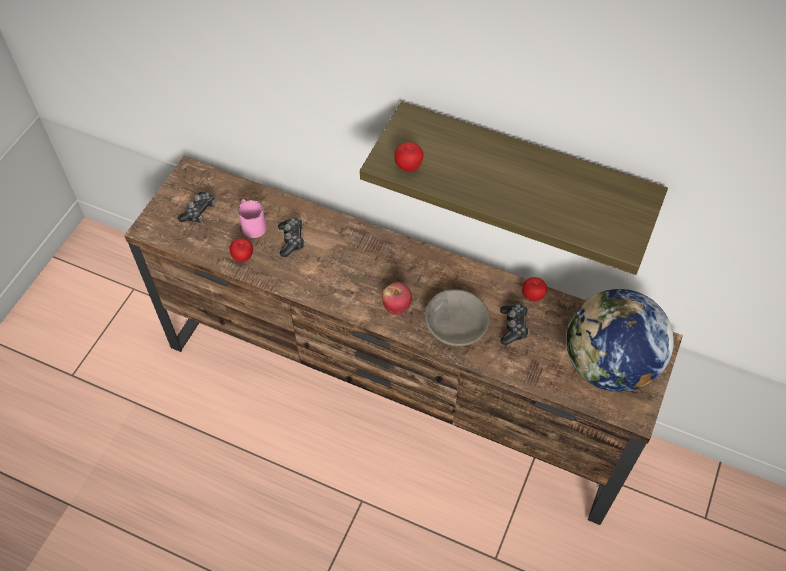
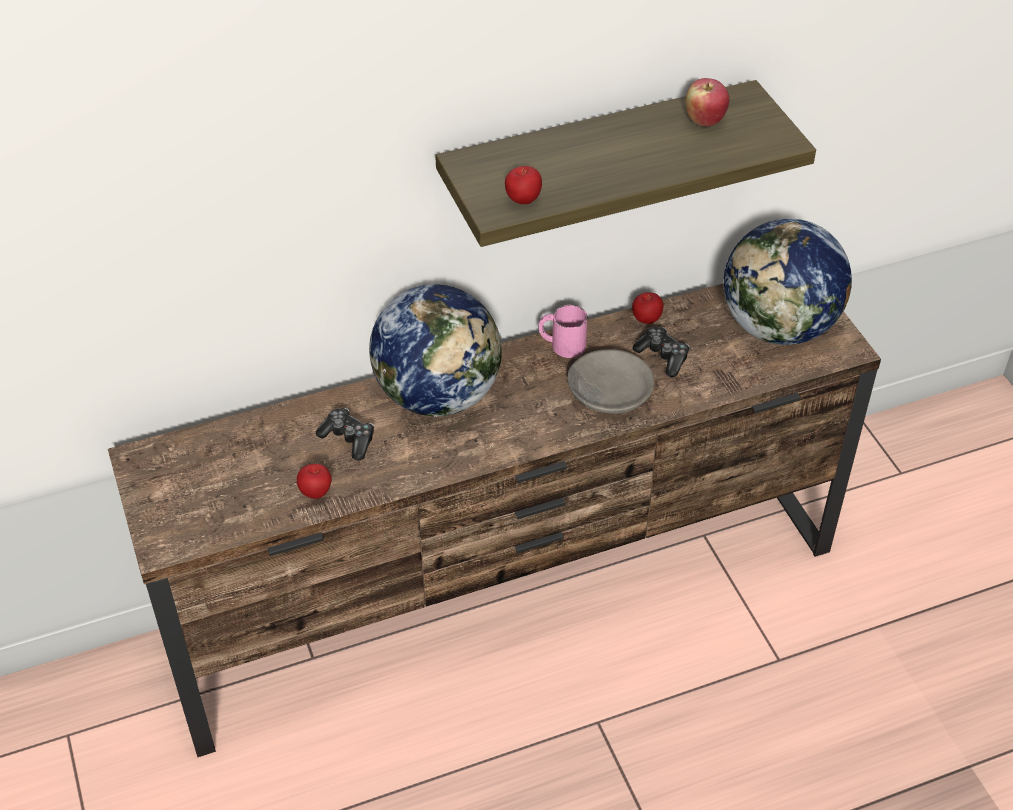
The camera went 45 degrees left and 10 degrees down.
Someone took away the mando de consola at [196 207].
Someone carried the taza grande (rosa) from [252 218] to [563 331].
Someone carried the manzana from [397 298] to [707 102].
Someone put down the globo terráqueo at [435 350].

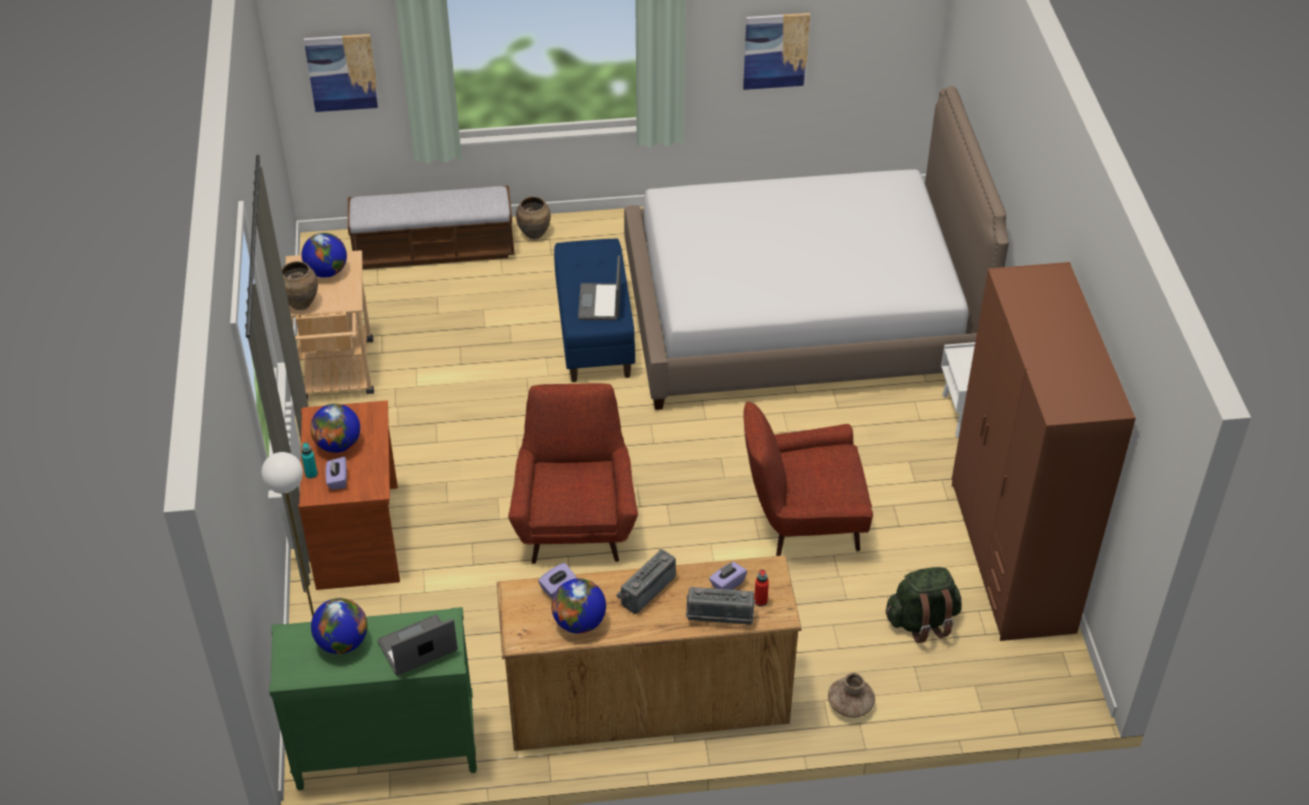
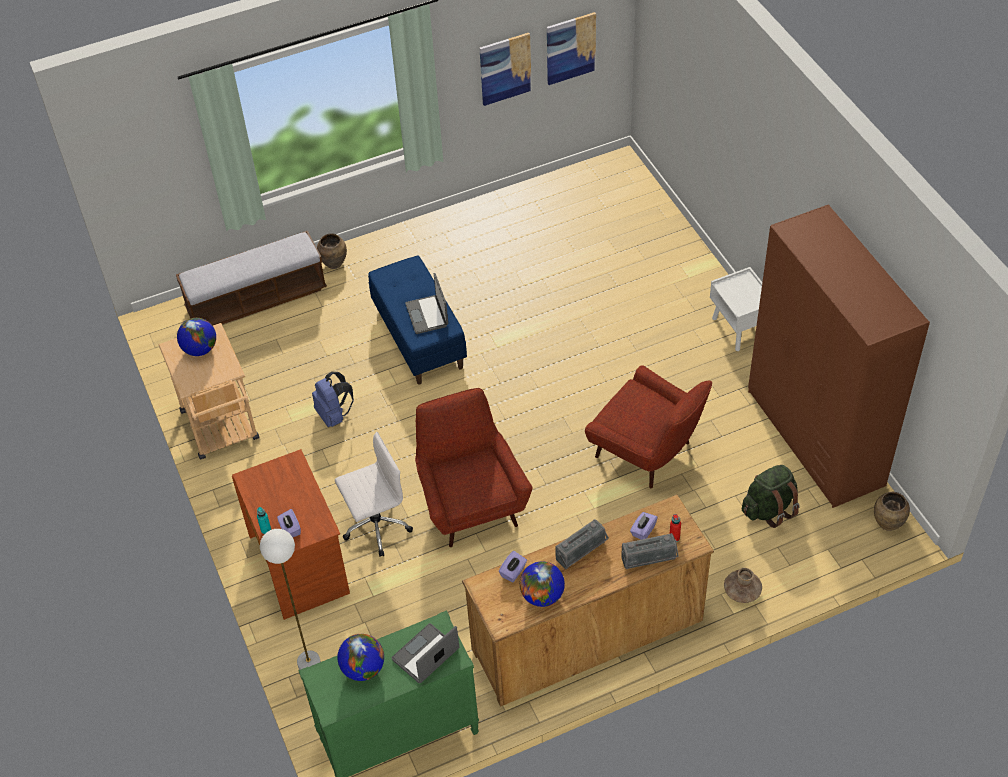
The camera went 15 degrees left and 5 degrees up.
Someone carried the cuadro from [342 73] to [571 48].
Someone took away the cama at [816 248].
Someone carried the florero (marrón) from [300 285] to [892 511].
Someone rotated the sillón (rojo) at [808 479] by 120 degrees counterclockwise.
Someone took away the globo terráqueo at [335 428].
Someone rotated the radio at [646 581] by 150 degrees counterclockwise.
Someone put down the mochila (azul) at [333 399].
Someone put down the silla de oficina (blanco) at [374 494].

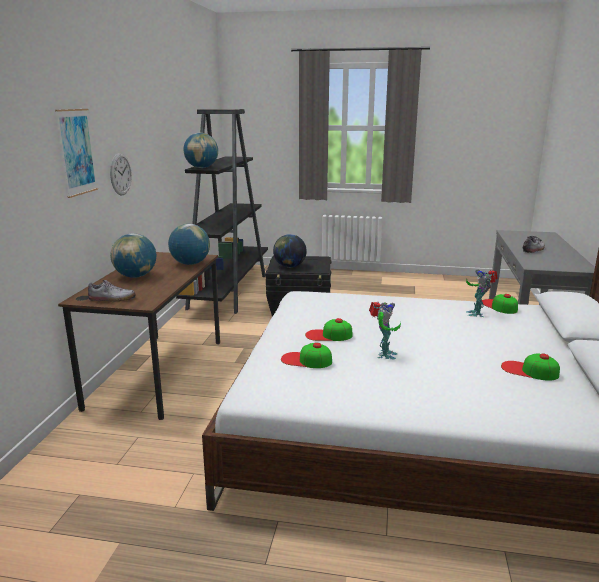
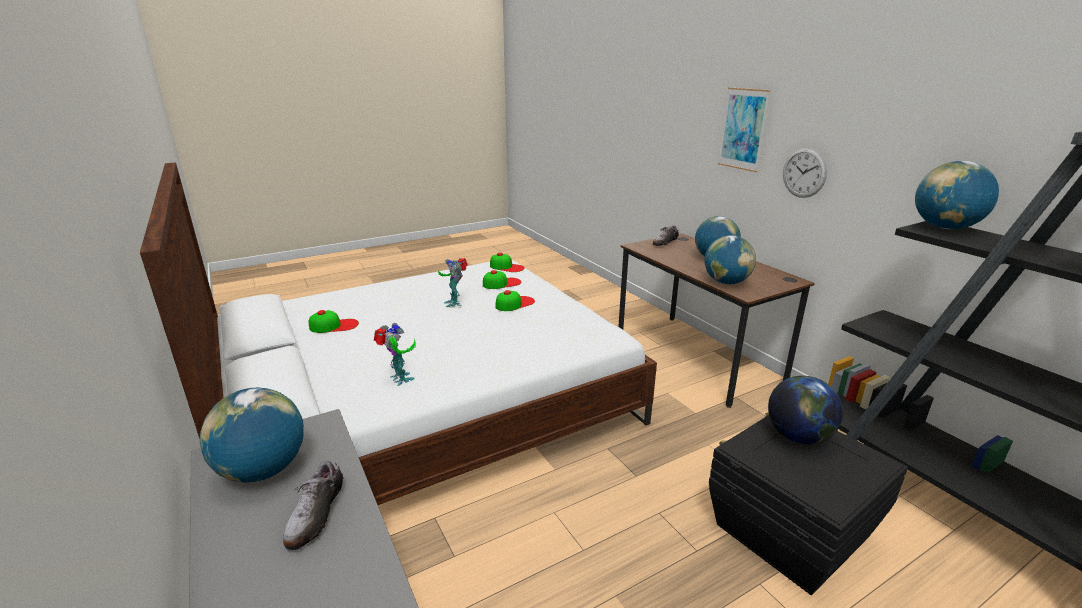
The camera went 140 degrees right and 5 degrees up.
Someone carried the gorra from [500 304] to [507 262].
Someone put down the globo terráqueo at [252 435].

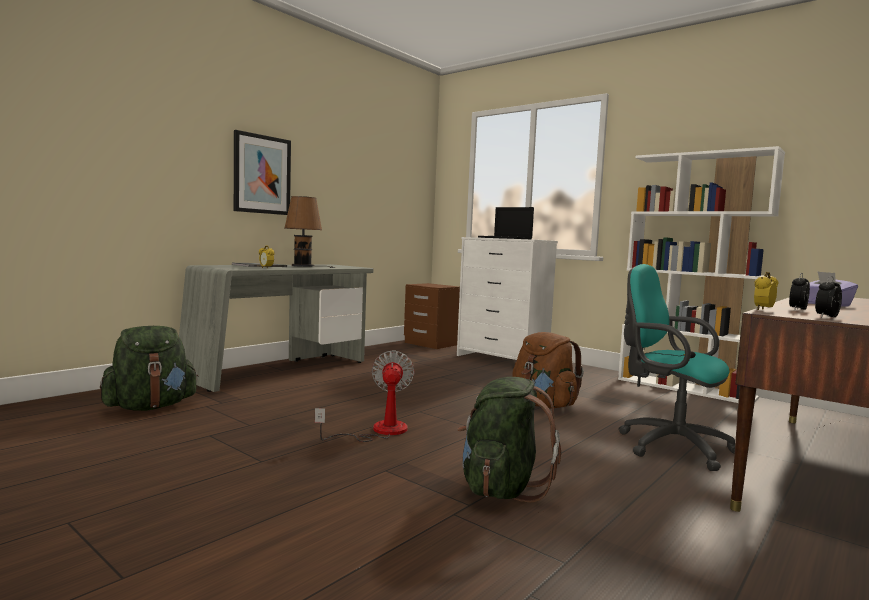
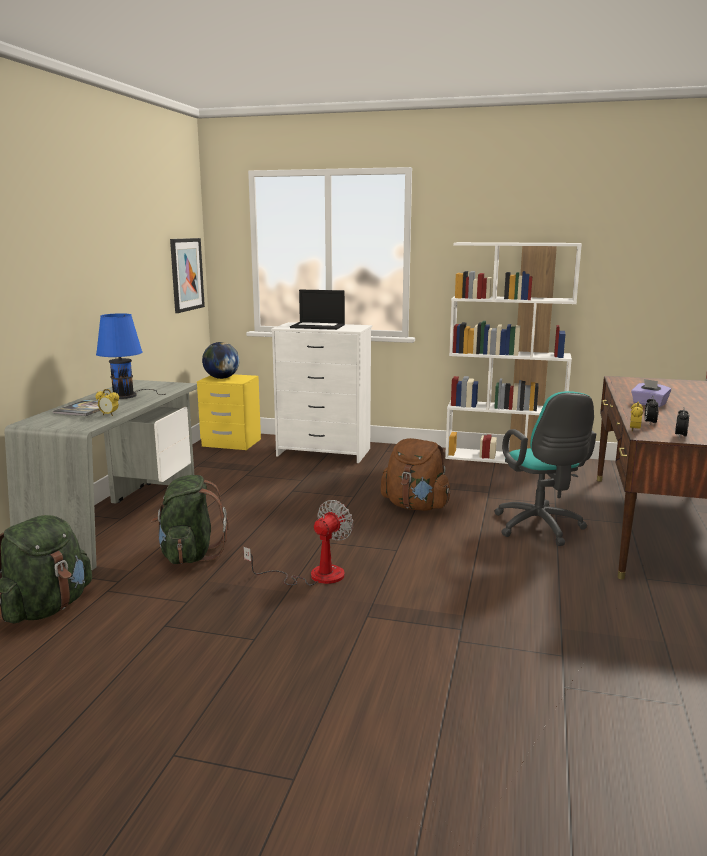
The camera went 25 degrees left and 10 degrees up.
Someone carried the cuadro from [262 172] to [187 275].
Someone repainted the lámpara de mesa (marrón) at [309 232], which became the lámpara de mesa (azul) at [130 356].
Someone rotated the silla de oficina (turquesa) at [677 367] by 120 degrees counterclockwise.
Someone repainted the mesita de noche (marrón) at [432 316], which became the mesita de noche (amarillo) at [229 412].
Someone rotated the ventilador at [364 396] by 60 degrees clockwise.
Someone carried the mochila (verde) from [509 440] to [190 519].
Someone put down the globo terráqueo at [221 360].

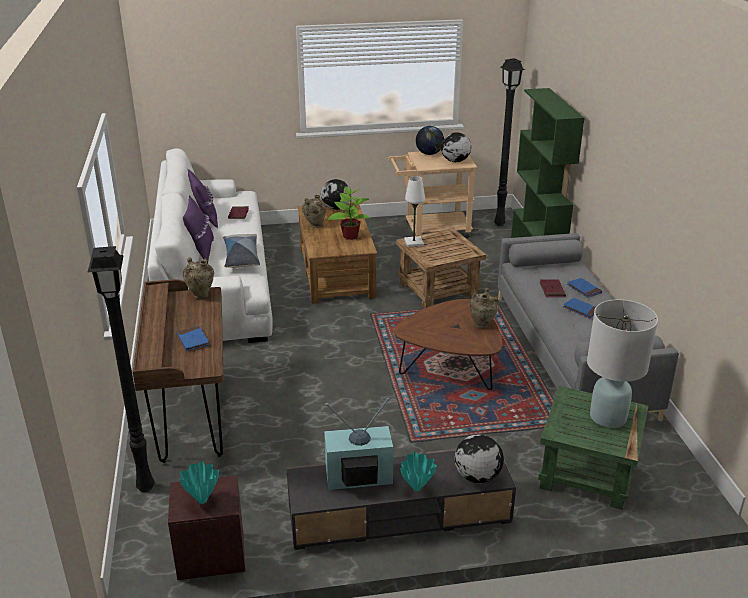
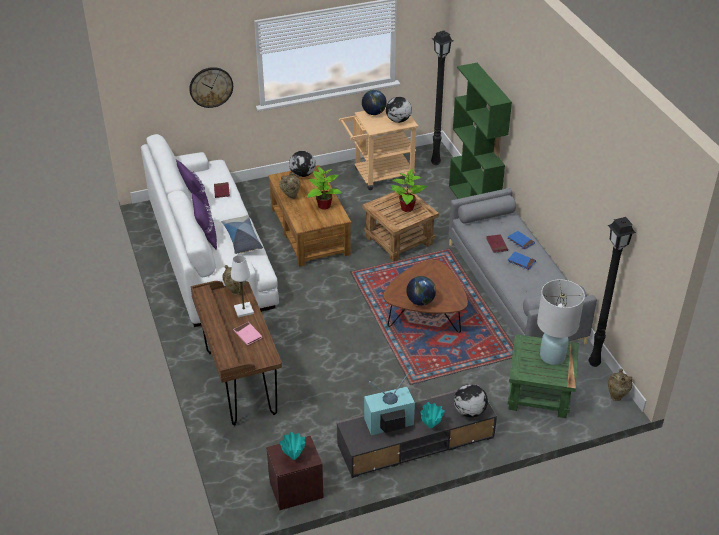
The camera went 10 degrees left and 10 degrees up.
Someone carried the lámpara de mesa (blanco) from [414 211] to [242 286].
Someone carried the lámpara de pie (negro) from [121 369] to [612 292].
Someone carried the florero (beis) from [484 308] to [620 384].
Someone repainted the libro (azul) at [193 338], which became the libro (rosa) at [247 333].
Someone put up the reloj de pared at [211 87].
Someone put down the planta en maceta at [409 190].
Someone put down the globo terráqueo at [421 291].

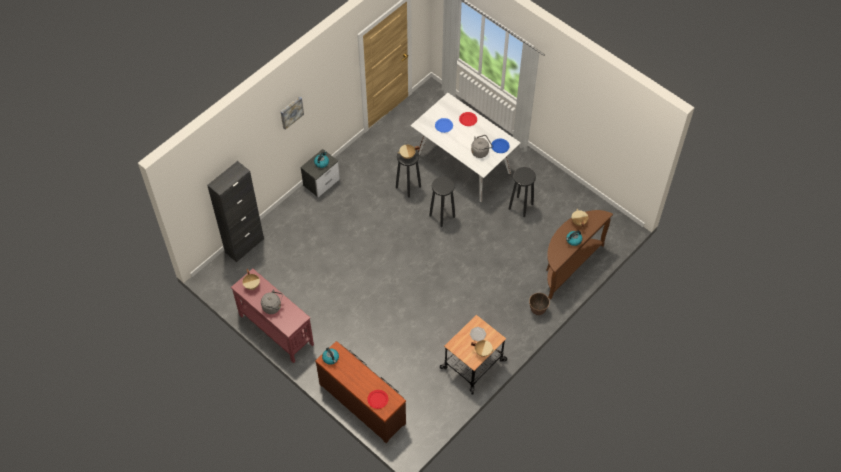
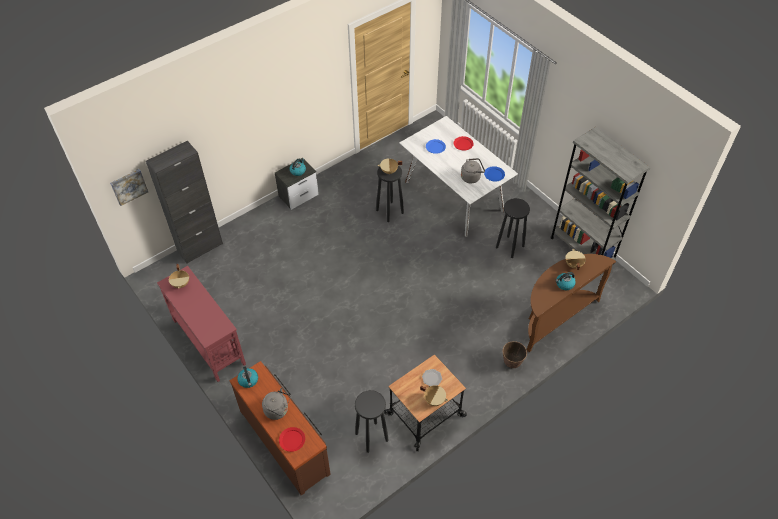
The camera went 10 degrees right and 5 degrees down.
Someone carried the cuadro from [292 113] to [129 187].
Someone carried the taburete (negro) from [442 201] to [372 421].
Someone carried the hervidor (gris) from [272 301] to [276 404].
Someone put down the estantería (gris) at [600 193].

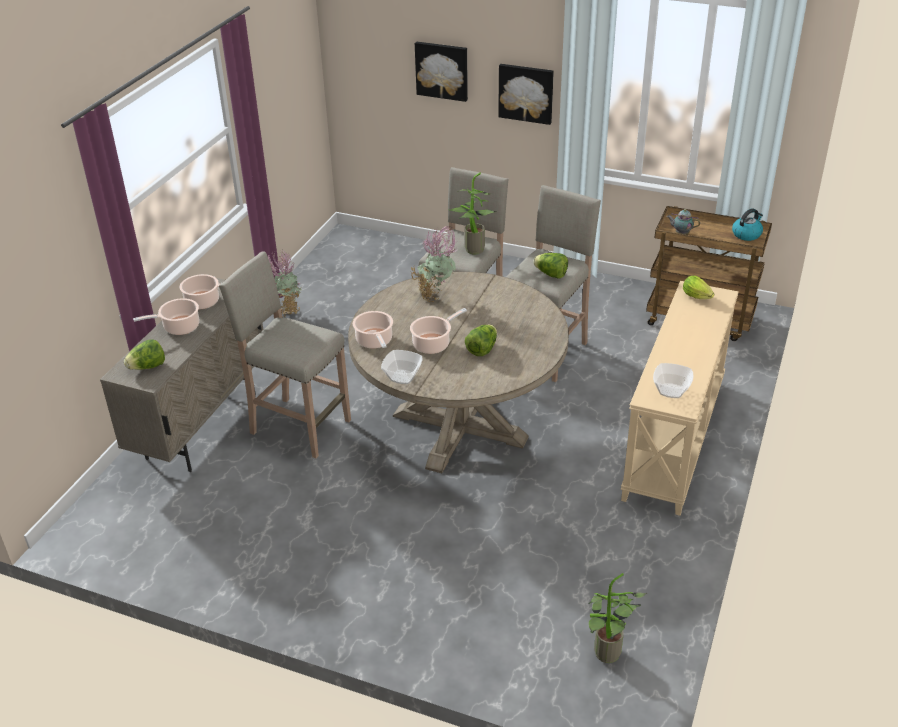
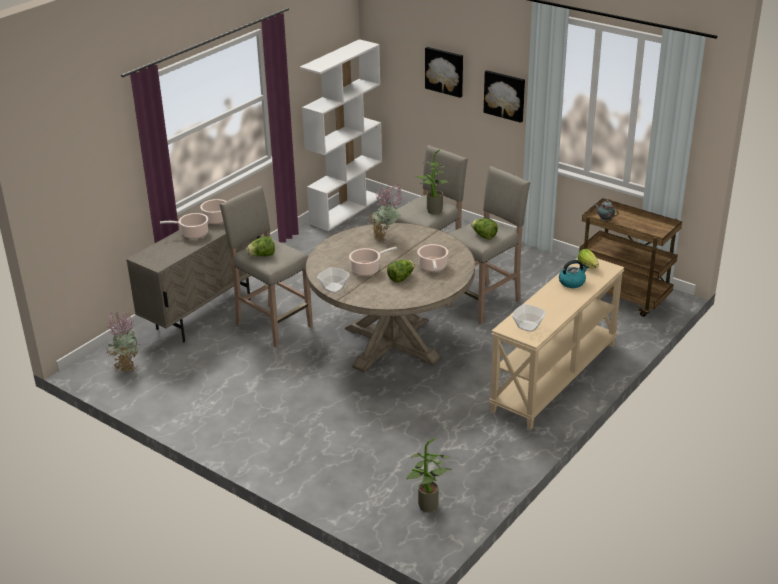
The camera went 15 degrees right and 5 degrees down.
Someone carried the hervidor from [747 224] to [574 274].
Someone carried the planta en maceta from [284 283] to [123 342].
Someone carried the olla from [373 329] to [432 258].
Someone carried the lechuga from [144 354] to [260 246].
Someone put down the estantería (blanco) at [341 135].

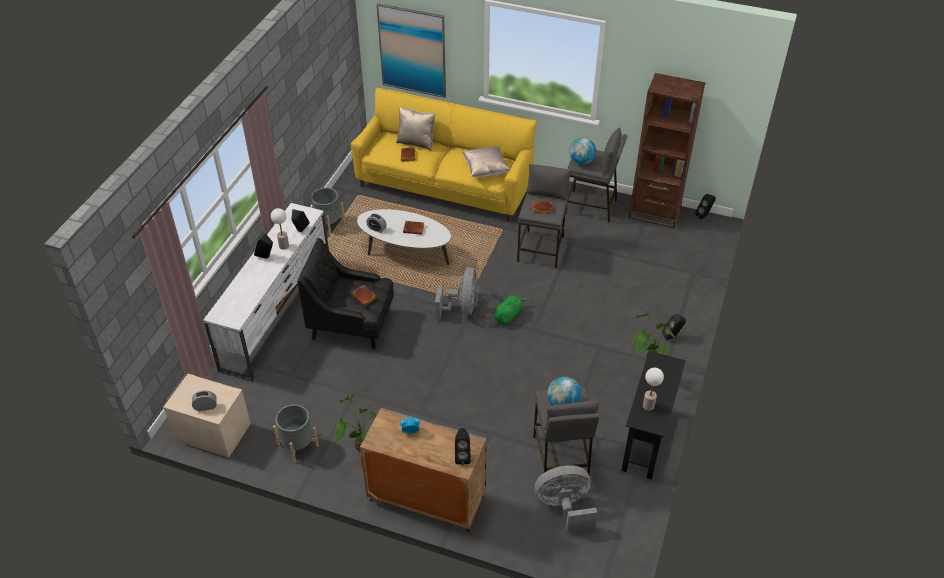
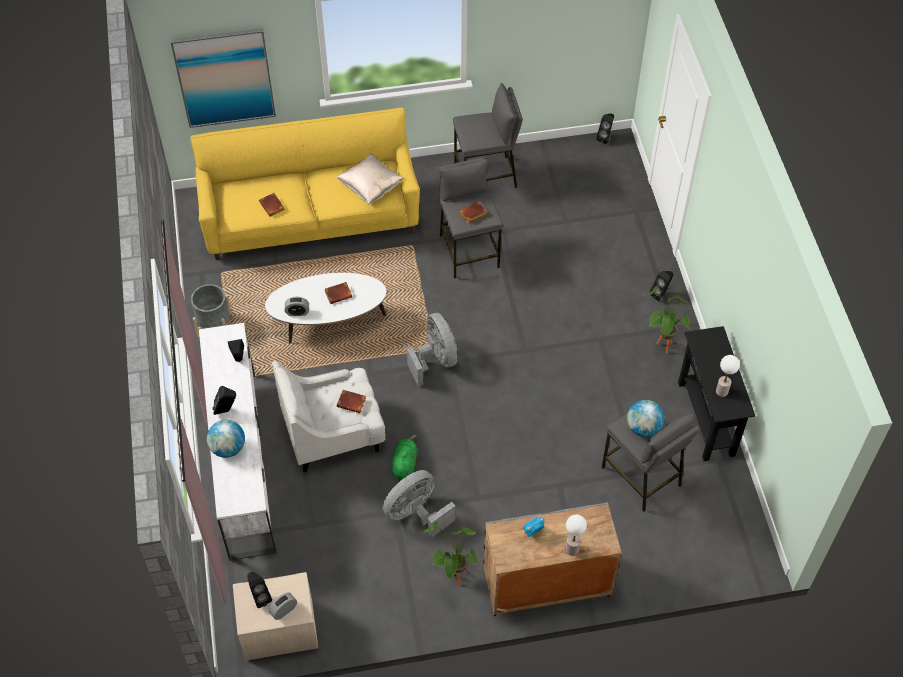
The camera went 30 degrees left and 10 degrees up.
Someone took away the estantería (marrón) at [666 150].
Someone took away the cojín (beis) at [415 128].
Someone carried the globo terráqueo from [582 151] to [226 439].
Someone carried the lámpara de mesa from [280 229] to [576 535].
Someone repainted the sillón (negro) at [345 293], which became the sillón (blanco) at [328 416].
Someone carried the peluche (verde) from [510 309] to [404 457].
Someone took away the maceta (gris) at [296 433].
Someone carried the altavoz (negro) from [463 446] to [259 590].
Someone carried the ventilador (gris) from [565 499] to [419 503].

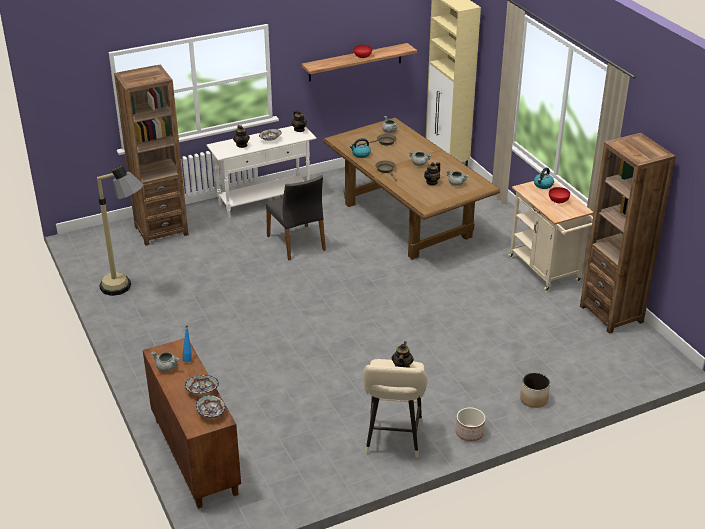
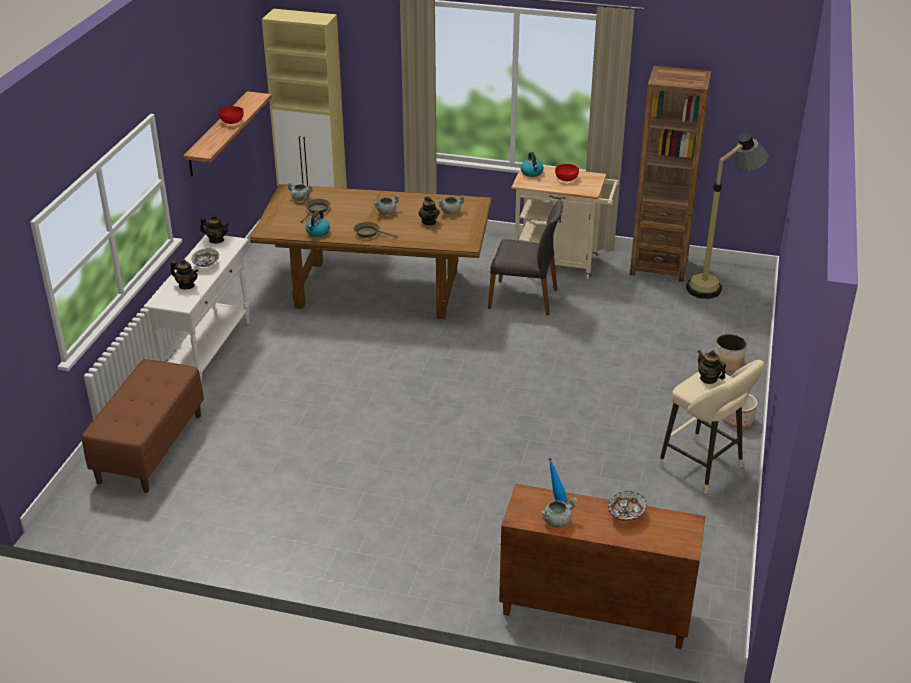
The camera went 50 degrees left and 0 degrees up.
Someone swapped the estantería (marrón) at [151 155] for the banco (marrón) at [143 426].
Someone carried the lámpara de pie from [120 230] to [727 216].
Someone carried the silla (gris) from [296 217] to [525 257].
Someone took away the cuenco at [210 406].

